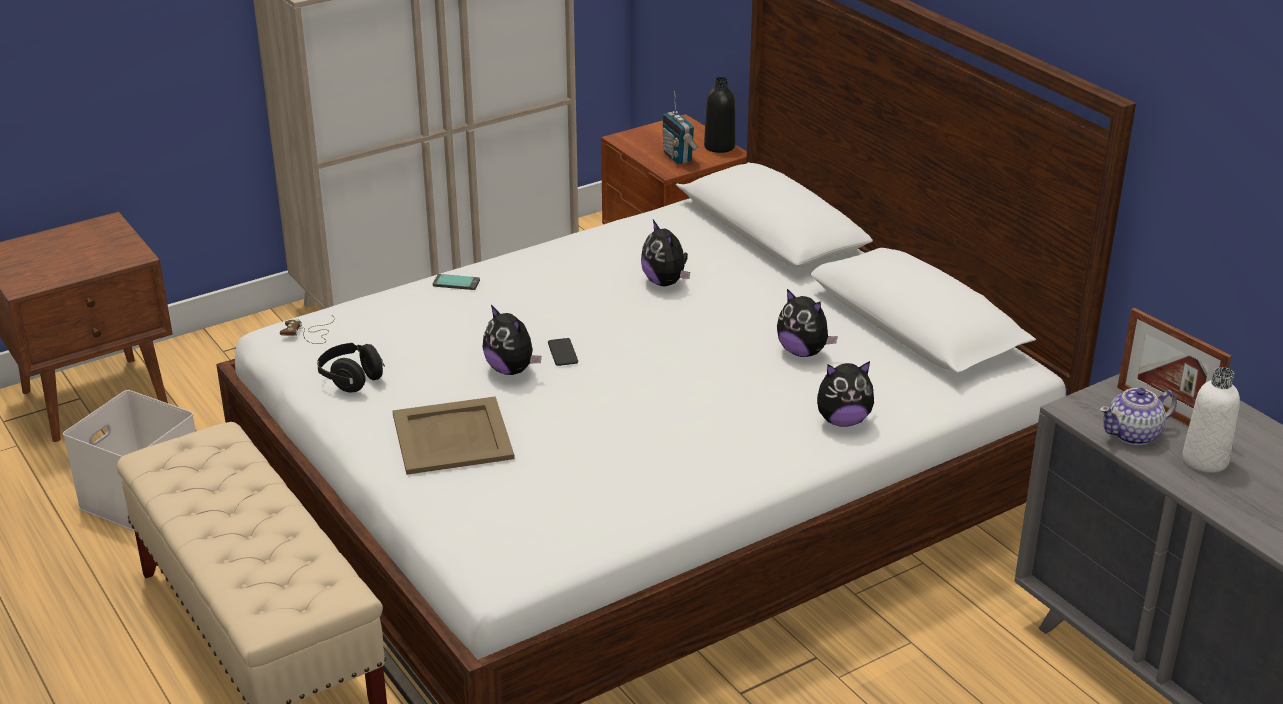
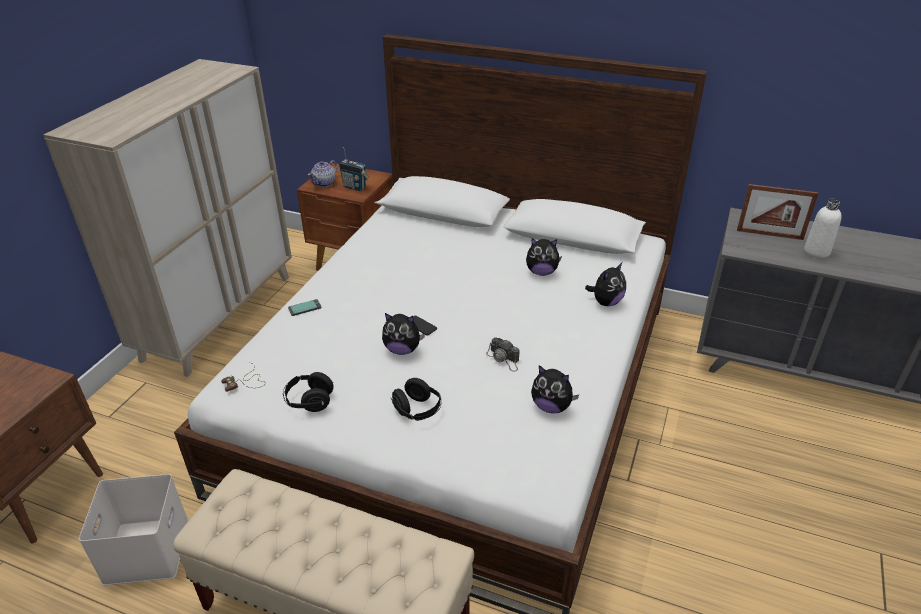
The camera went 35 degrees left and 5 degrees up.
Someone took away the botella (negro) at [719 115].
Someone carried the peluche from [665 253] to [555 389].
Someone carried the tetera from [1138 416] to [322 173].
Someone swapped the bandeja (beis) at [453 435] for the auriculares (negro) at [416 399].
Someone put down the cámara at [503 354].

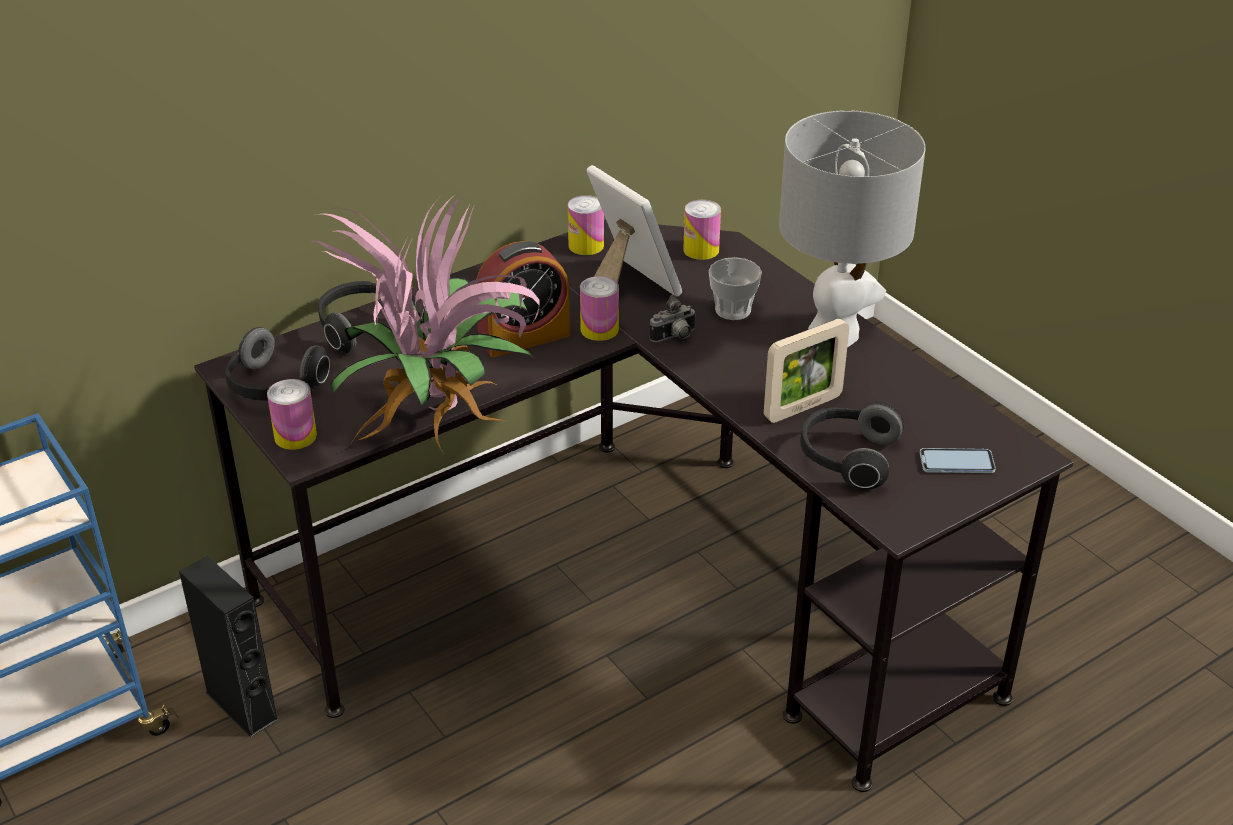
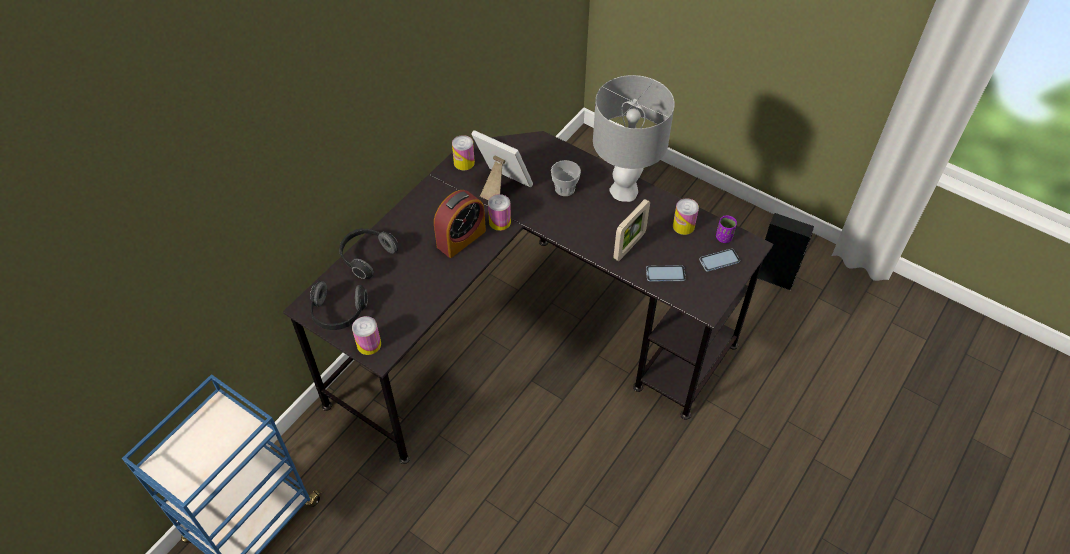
The camera went 20 degrees left and 15 degrees up.
Someone took away the planta en maceta at [425 324].
Someone carried the lata from [702 230] to [686 216].
Someone took away the cámara at [673 318].
Someone swapped the auriculares at [852 446] for the móvil at [666 273].
Someone carried the altavoz (negro) from [229 646] to [785 252].
Someone put down the taza (morado) at [726 229].

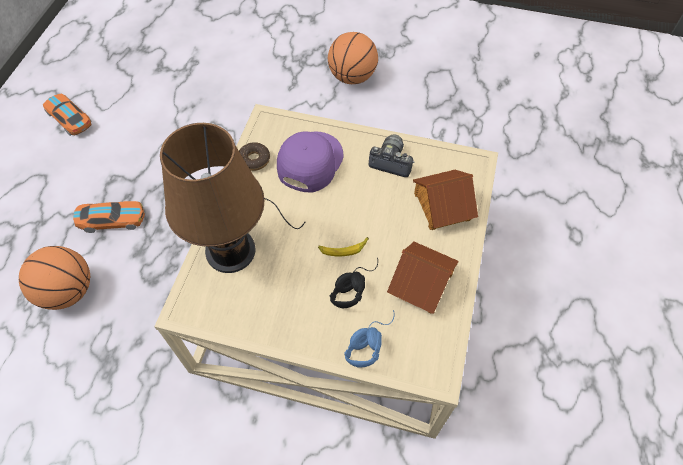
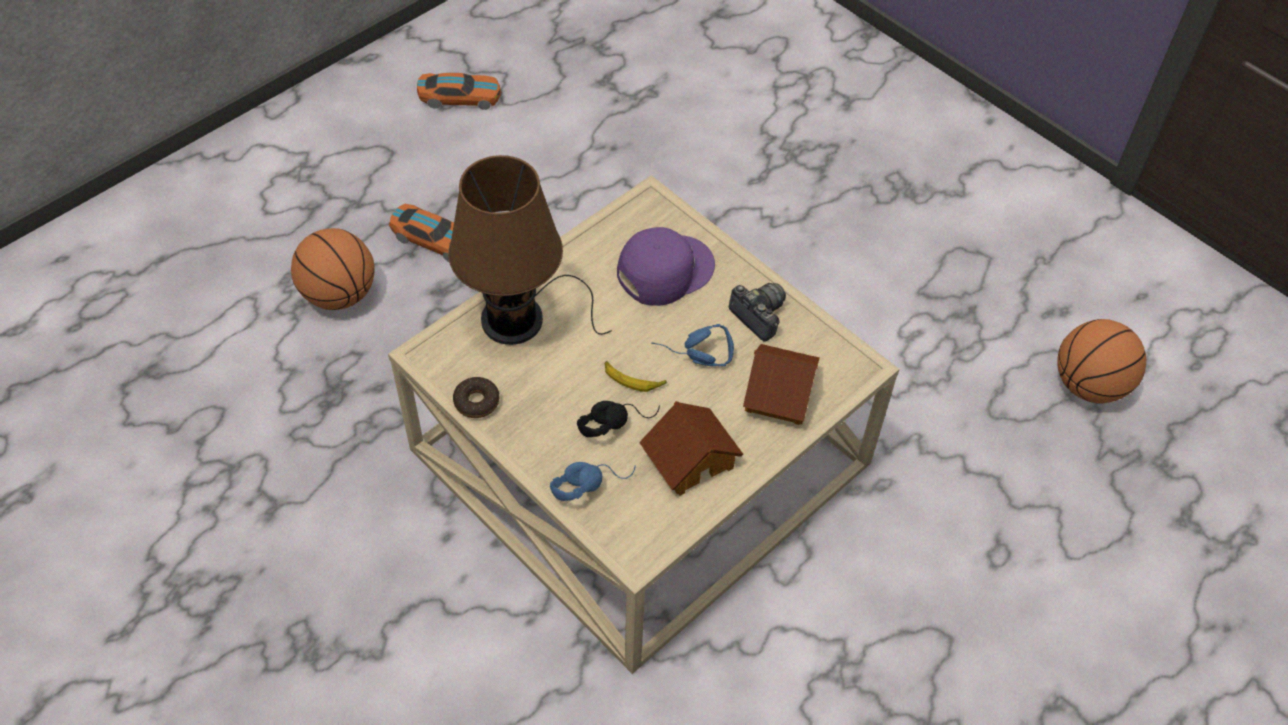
The camera went 30 degrees right and 5 degrees down.
Someone carried the balón de baloncesto from [353 58] to [1101 361].
Someone rotated the coche de juguete at [67 115] by 105 degrees clockwise.
Someone carried the rosquilla from [254 156] to [476 397].
Someone put down the auriculares (azul) at [692 345].

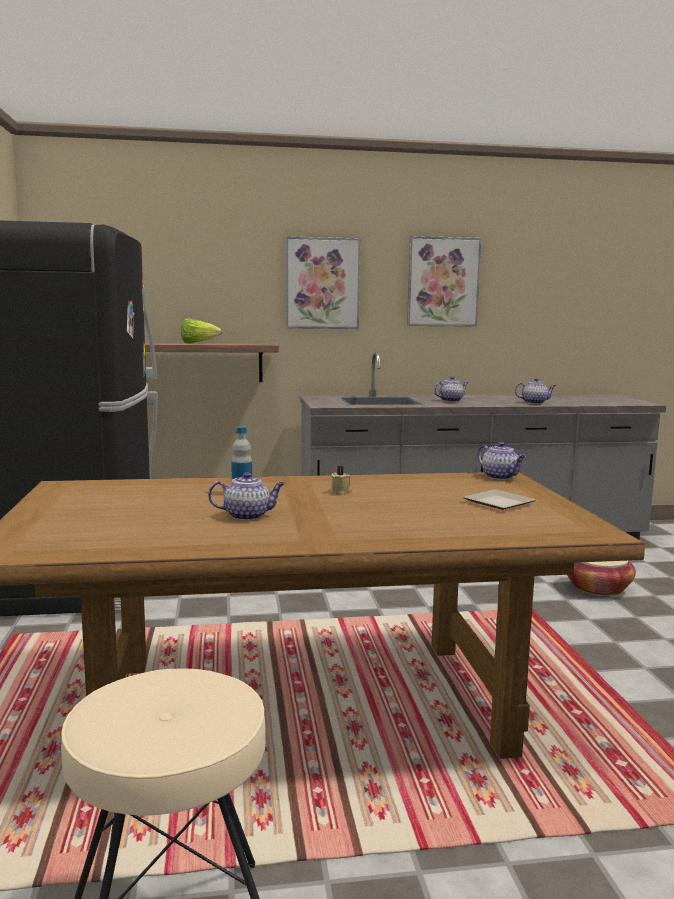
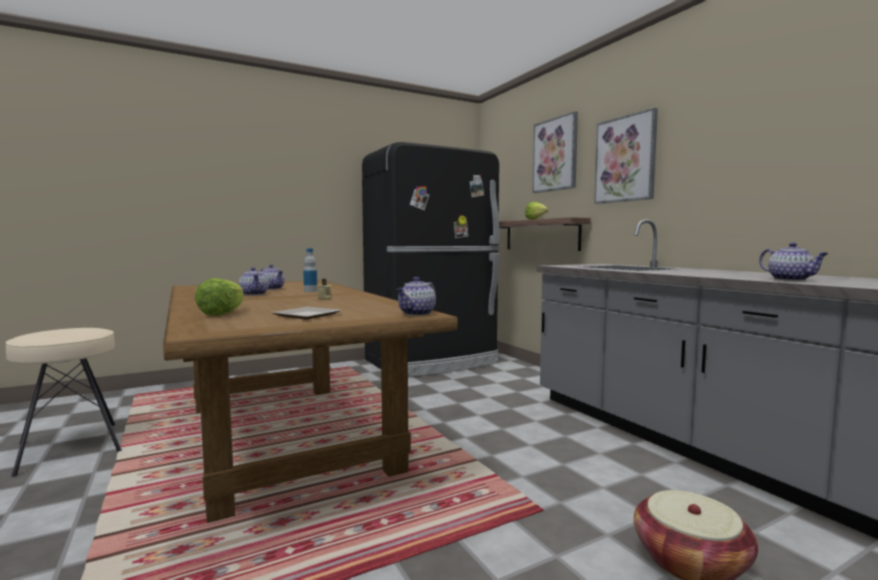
The camera went 70 degrees right and 5 degrees down.
Someone carried the cuadro from [444 281] to [555 152].
Someone carried the tetera from [451 389] to [273 277].
Someone put down the lechuga at [219 297].

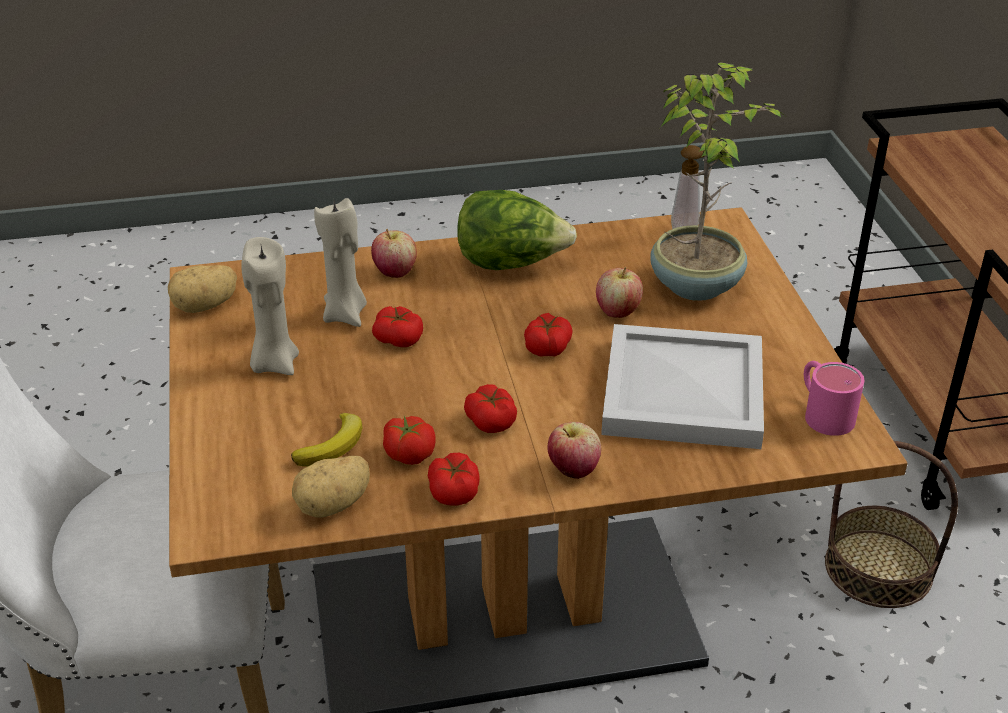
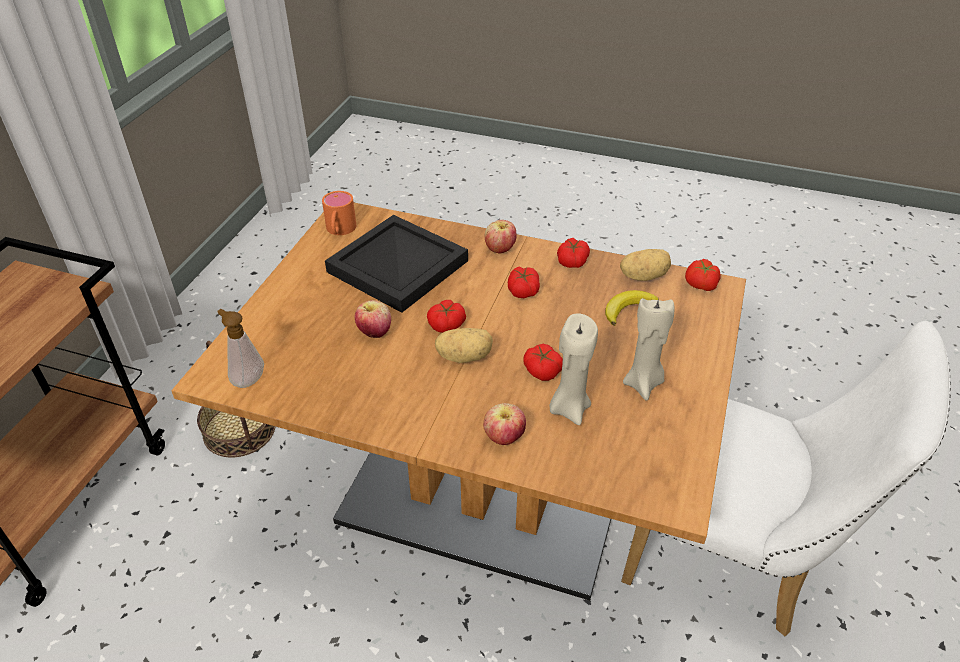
The camera went 150 degrees left and 5 degrees up.
Someone took away the planta en maceta at [717 181].
Someone took away the lechuga at [517 230].
Someone carried the patata from [202 289] to [464 345].
Someone repainted the bandeja (blanco) at [682 386], which became the bandeja (negro) at [396 264].
Someone repainted the taza grande (rosa) at [834 398], which became the taza grande (naranja) at [339 213].
Someone carried the tomate from [409 440] to [703 275].

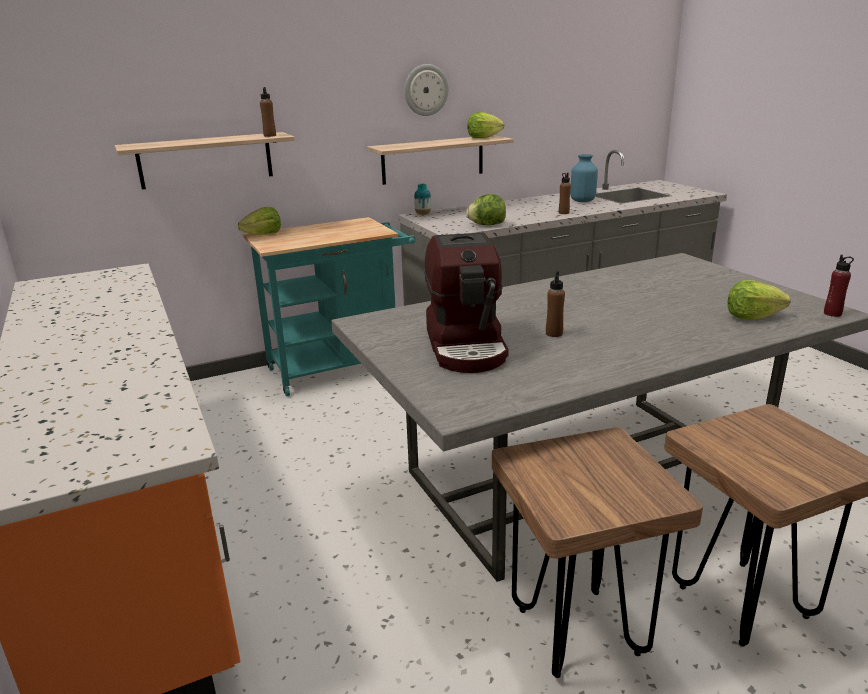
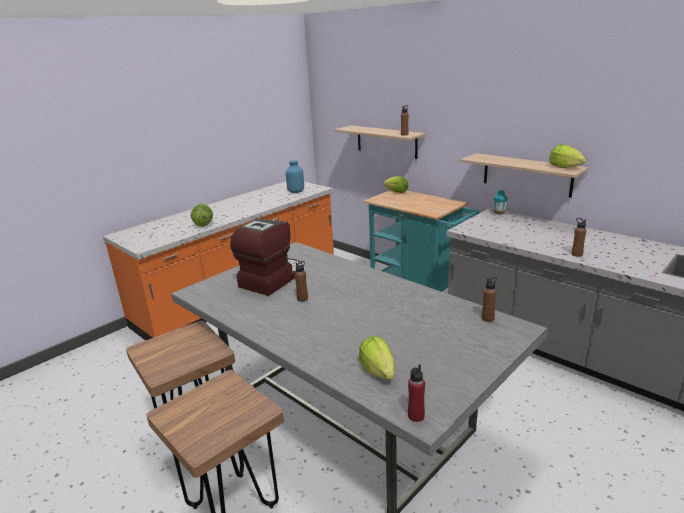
The camera went 70 degrees right and 0 degrees up.
Someone took away the reloj de pared at [426 90].
Someone carried the florero (azul) from [584 178] to [295 177].
Someone carried the lechuga from [486 209] to [202 215].
Someone rotated the cafetera at [466 303] by 150 degrees clockwise.
Someone put down the botella (marrón) at [489 299].

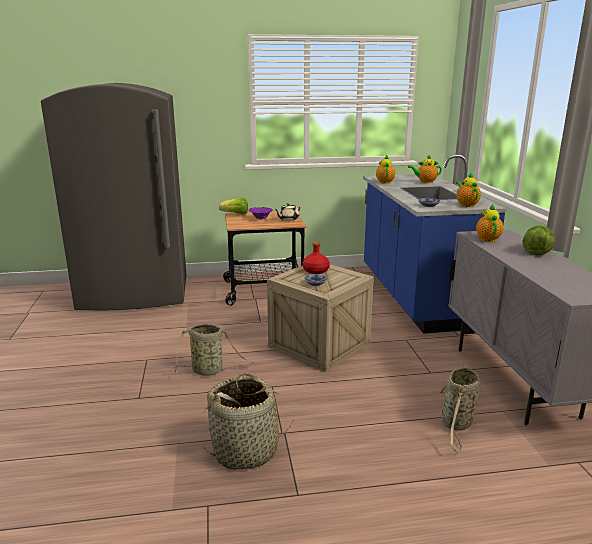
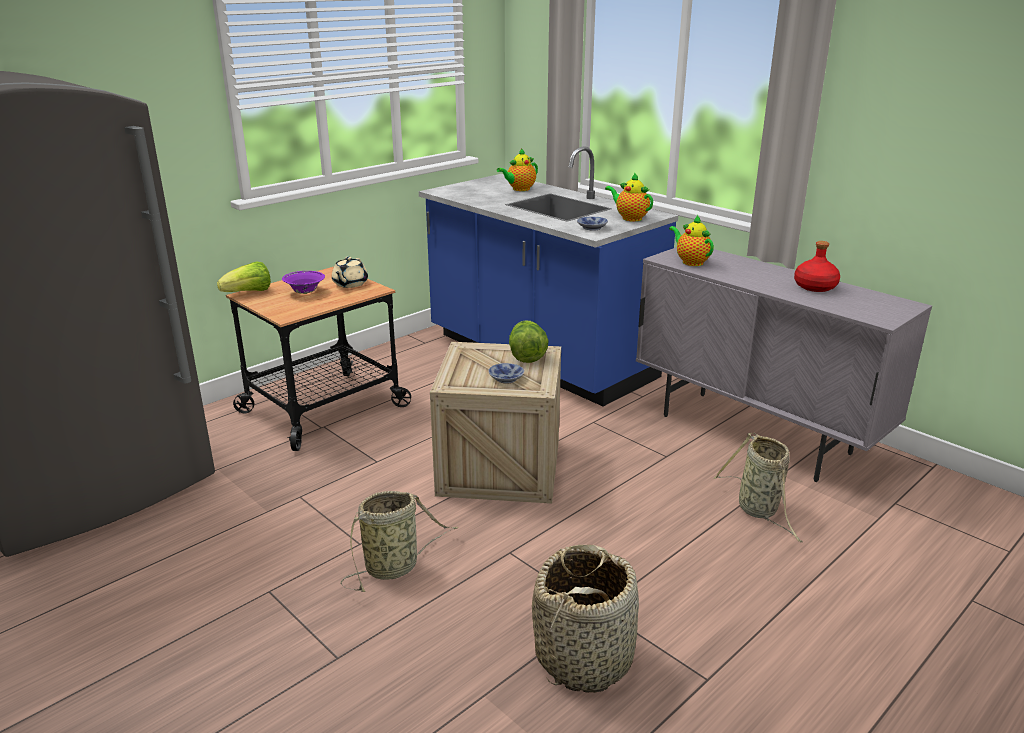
The camera went 35 degrees left and 5 degrees up.
Someone took away the tetera at [385 169].
Someone carried the lechuga from [539 240] to [529 342].
Someone carried the botella (rojo) from [316 258] to [817 266].

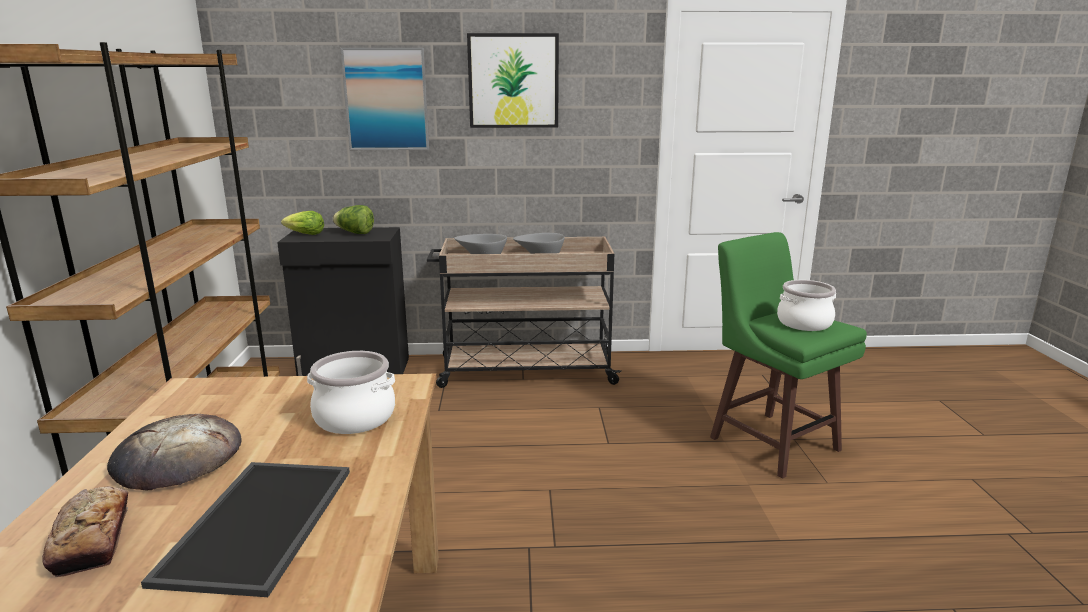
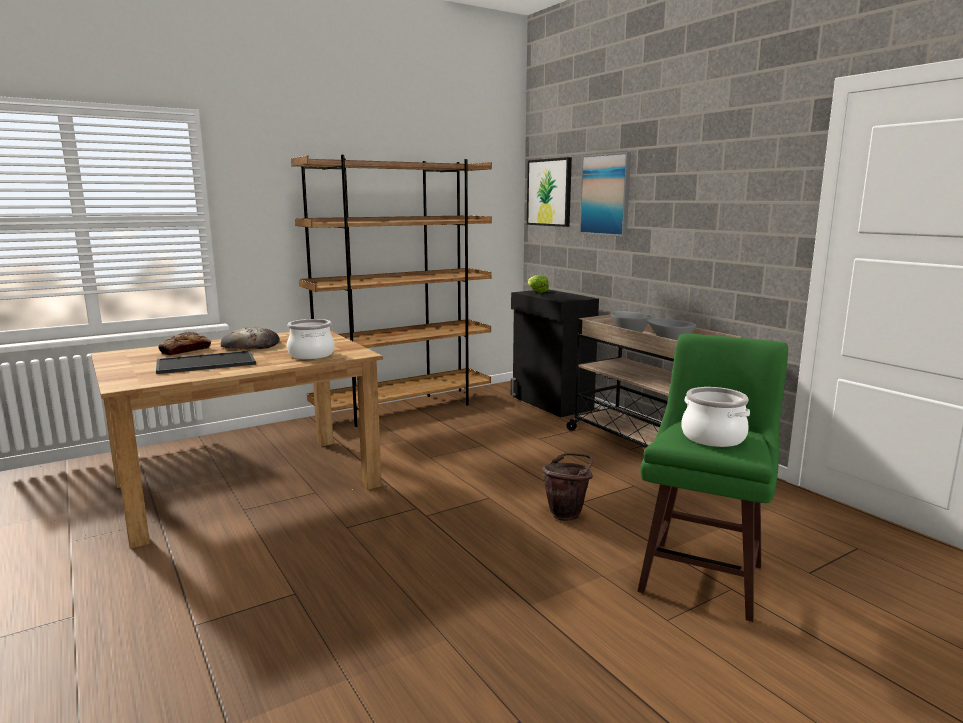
The camera went 60 degrees right and 5 degrees down.
Someone carried the cuadro from [513 80] to [549 192].
Someone took away the lechuga at [353 219].
Someone put down the cubo (marrón) at [567 487].

